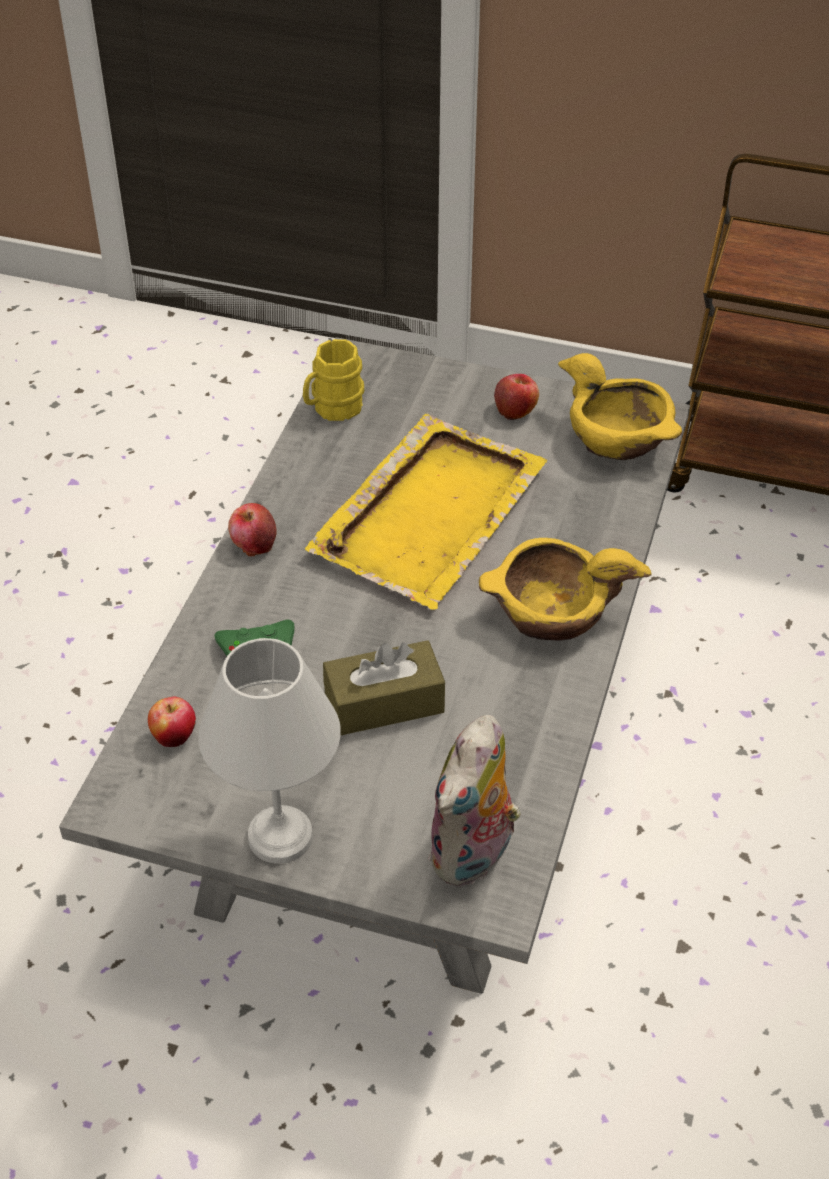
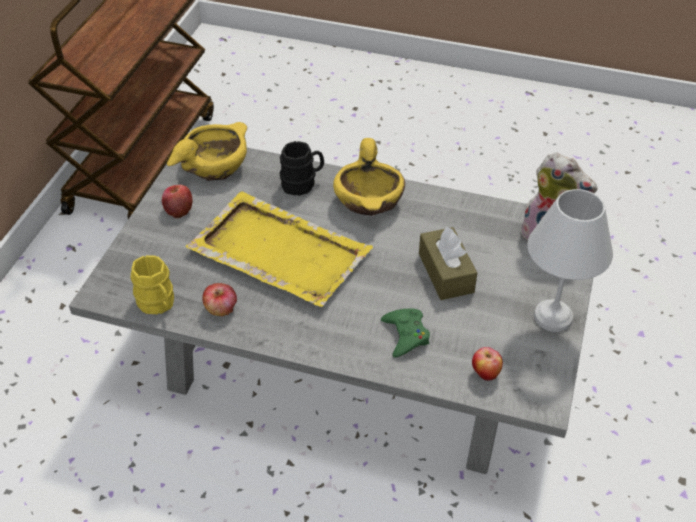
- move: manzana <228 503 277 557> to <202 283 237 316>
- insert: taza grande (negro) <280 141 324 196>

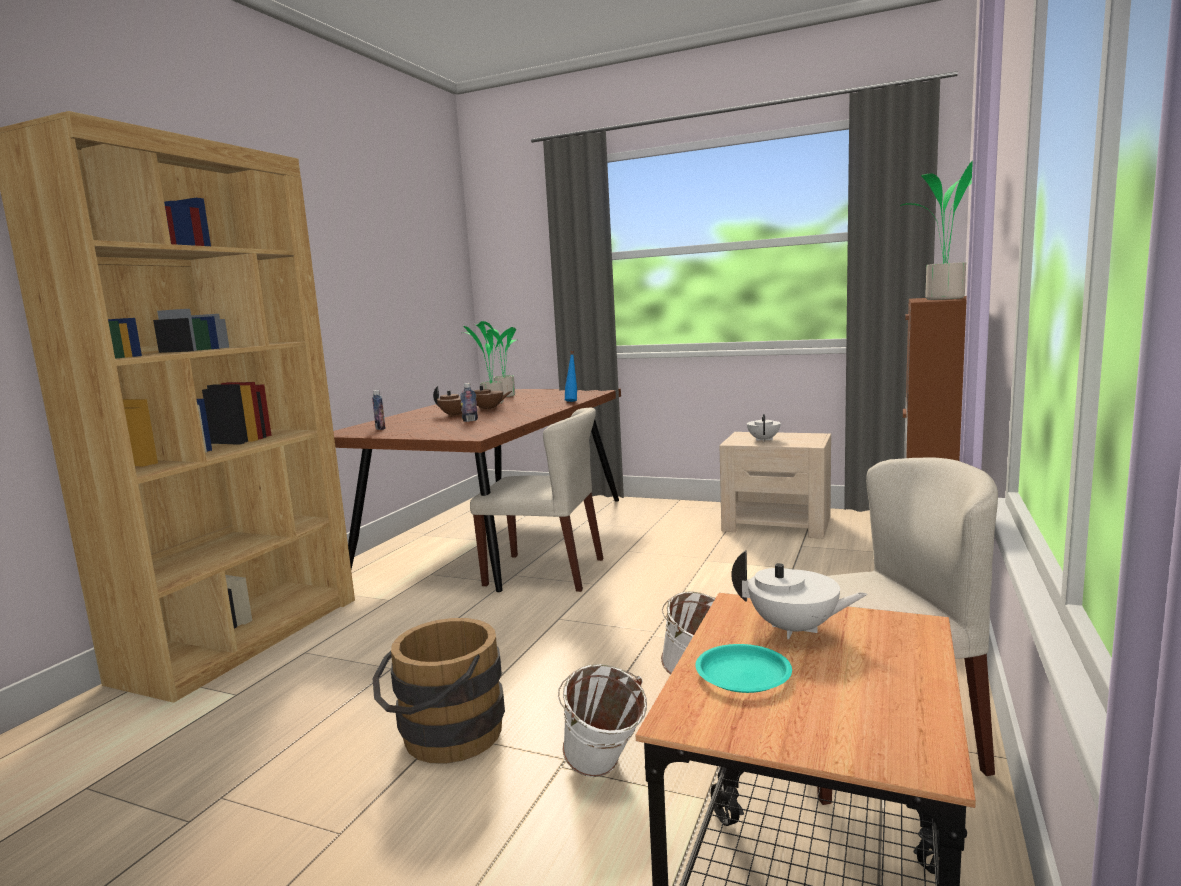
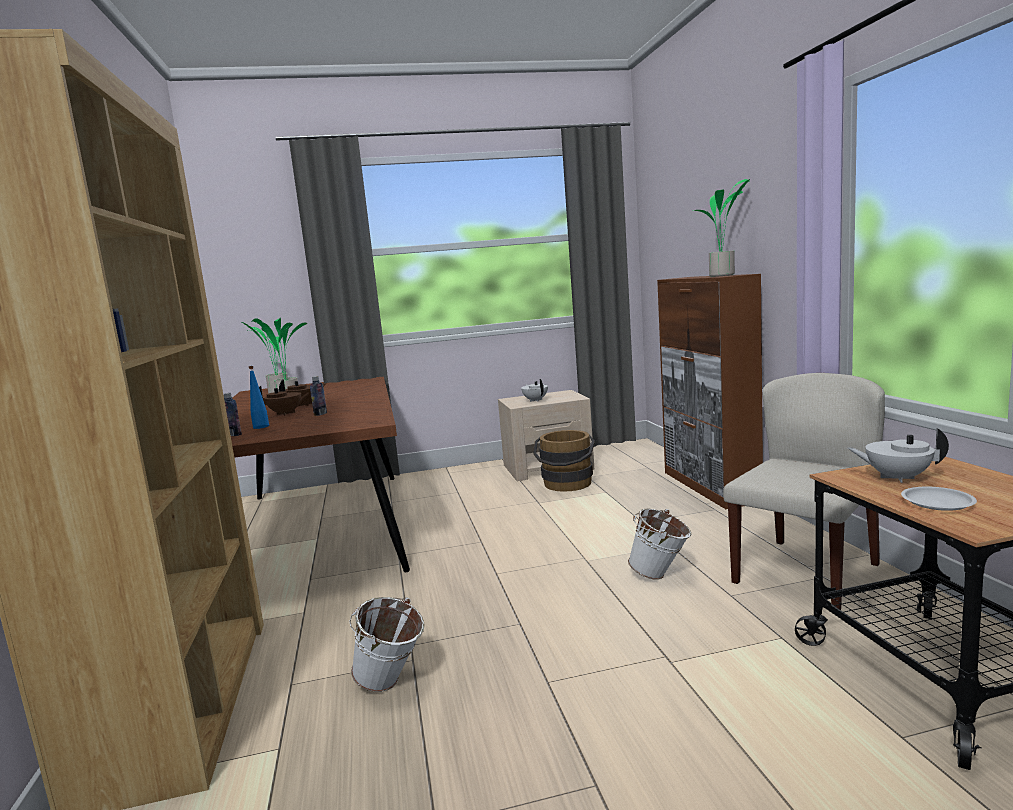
- move: botella (azul) <565 351 577 402> to <249 366 269 429>
- move: cubo (blanco) <558 664 647 777> to <349 597 424 692>
- move: cubo (marrón) <372 618 505 764> to <533 430 595 492>
- rotate: tetera (blanco) <732 550 868 639> = <848 428 949 483> 150 degrees counterclockwise
- recolor: plato (turquesa) <695 644 792 693> to plato (blanco) <901 487 977 511>
- delete: silla (beis) <470 407 604 592>

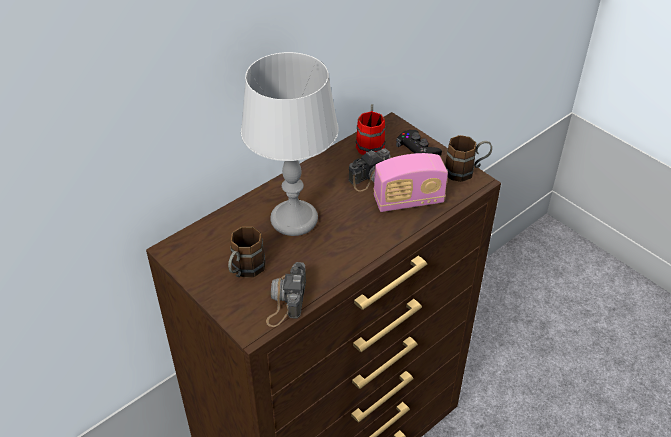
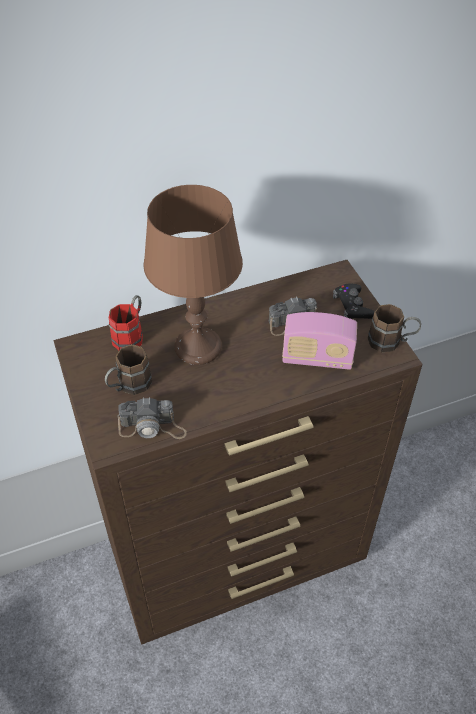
- move: taza grande (rojo) <356 104 386 155> to <109 295 143 350>
- rotate: cámara <266 262 306 327> = <118 397 187 439> 120 degrees counterclockwise
- recolor: lámpara de mesa (gris) <241 52 339 236> to lámpara de mesa (marrón) <143 185 243 365>

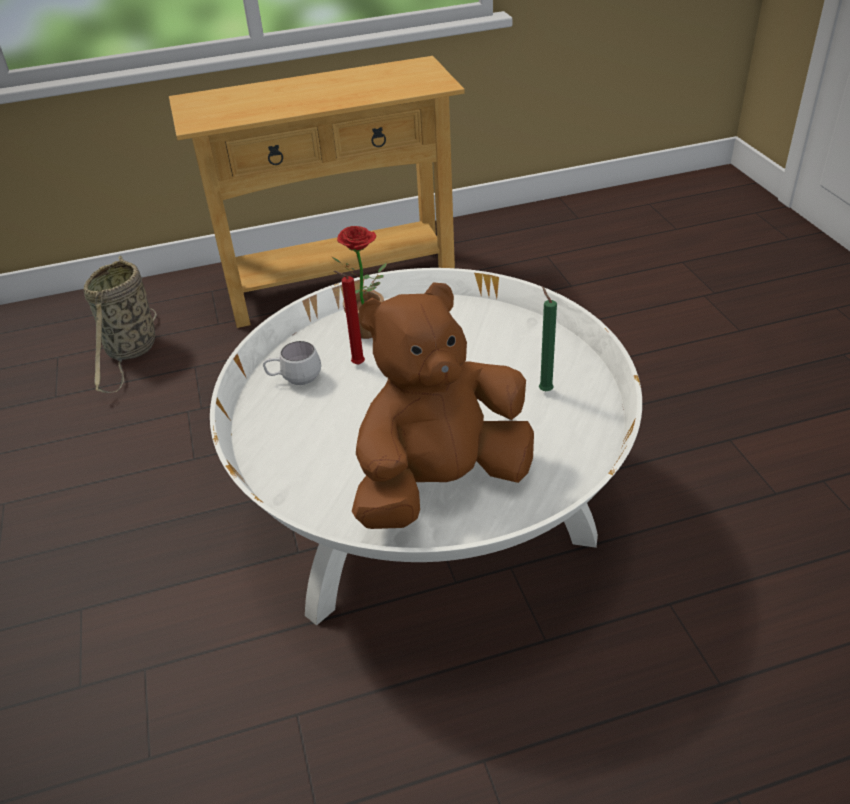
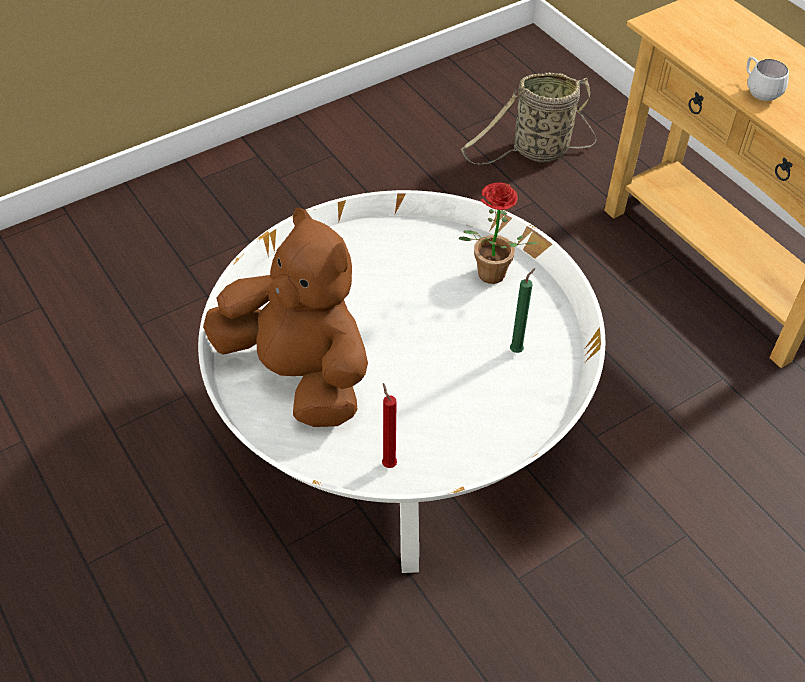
- move: vela (rojo) <334 271 365 365> to <382 383 397 468>
- move: vela (verde) <539 287 557 391> to <510 268 535 353>
- move: taza grande (blanco) <263 341 321 385> to <746 57 789 101>

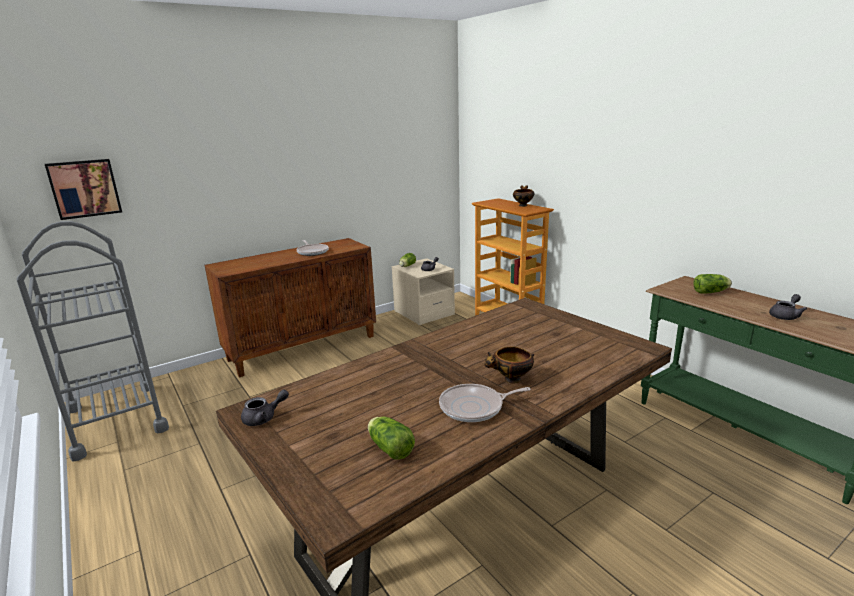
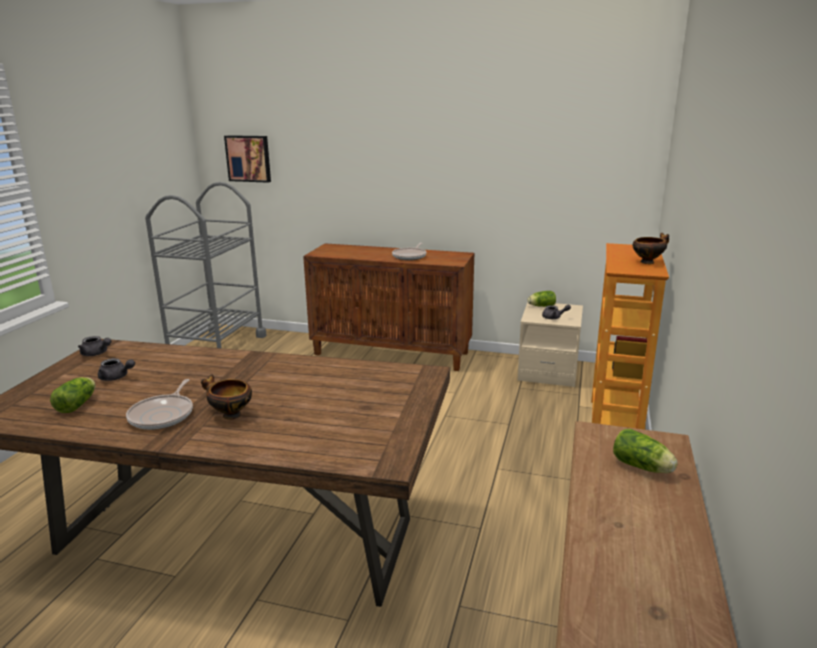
- move: tetera (gris) <769 294 807 320> to <98 358 135 381>
- rotate: sartén <439 384 531 422> = <126 379 193 430> 120 degrees counterclockwise

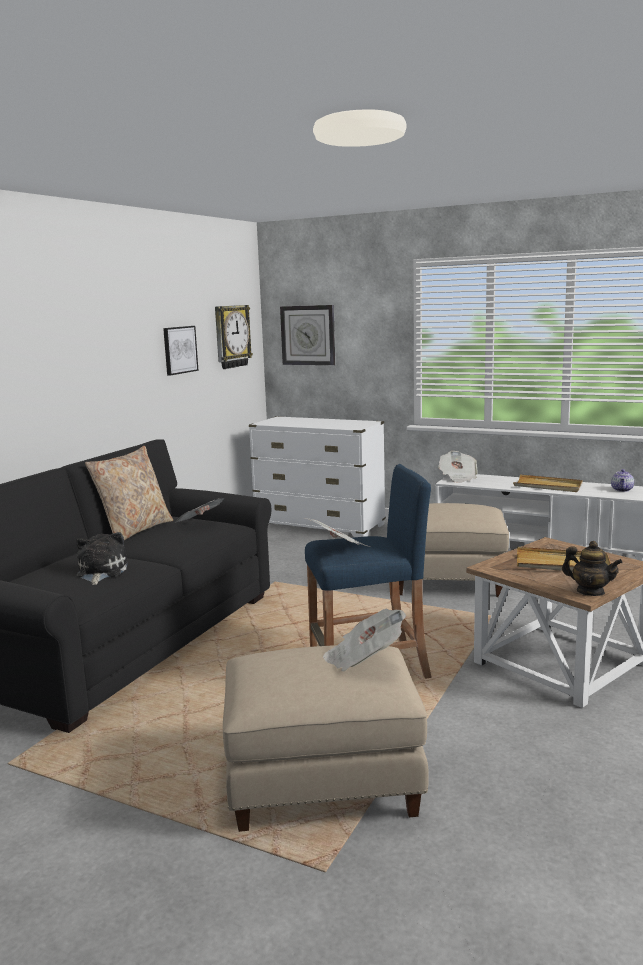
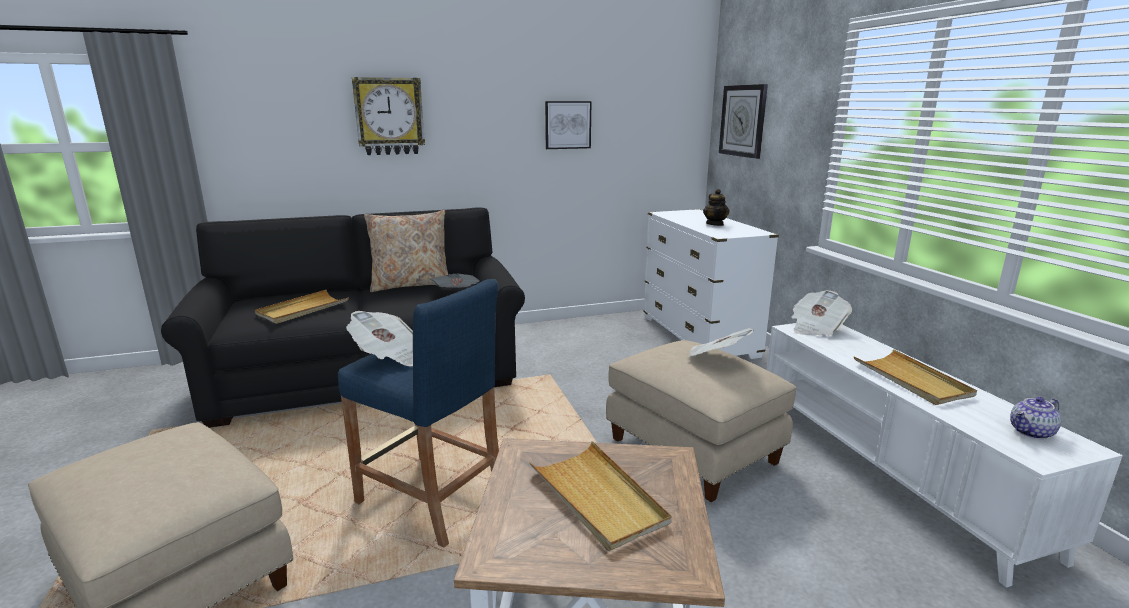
- replace: peluche <76 532 128 585> to bandeja (beis) <255 290 349 324>
- move: reloj de pared <215 305 253 369> to <352 77 425 155>
- move: periódico <323 609 406 671> to <688 328 754 357>
- move: tetera <562 541 623 596> to <703 189 729 226>

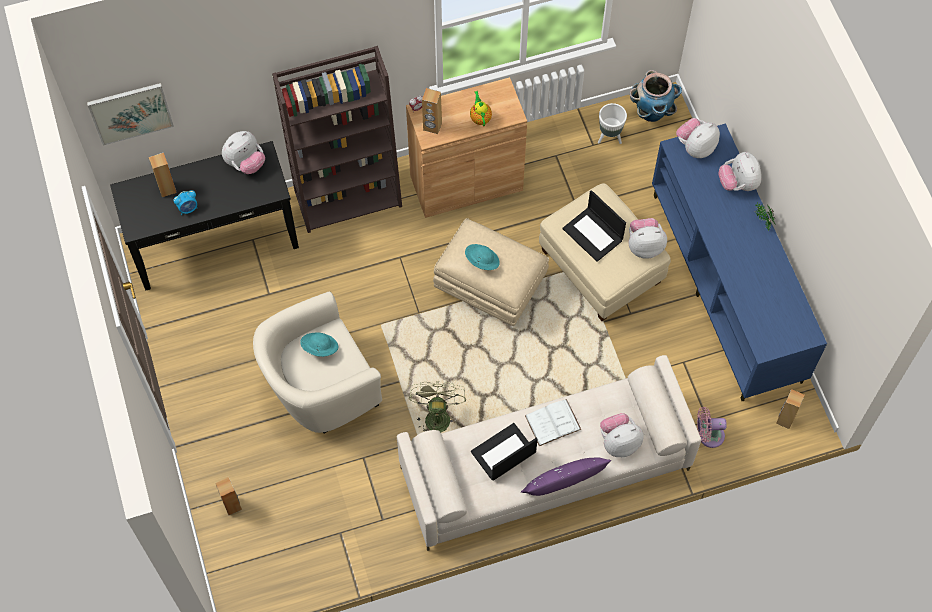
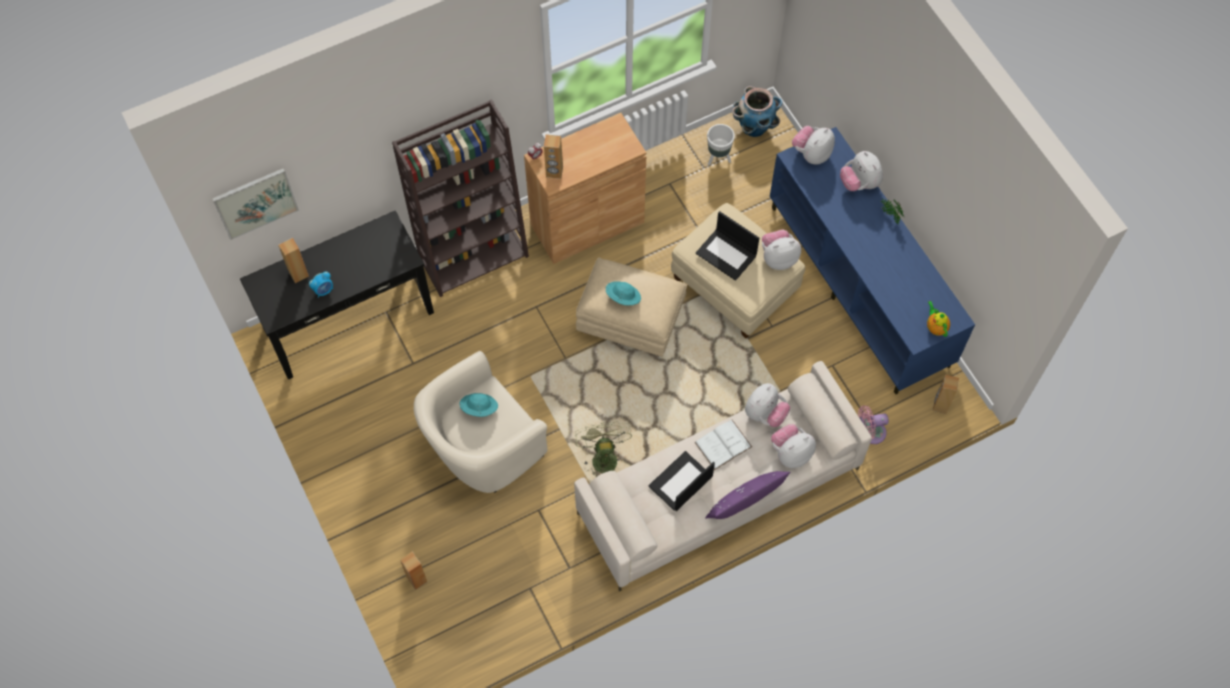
- move: peluche <222 131 265 174> to <745 383 790 427>
- move: tetera <470 91 492 126> to <927 301 950 337>

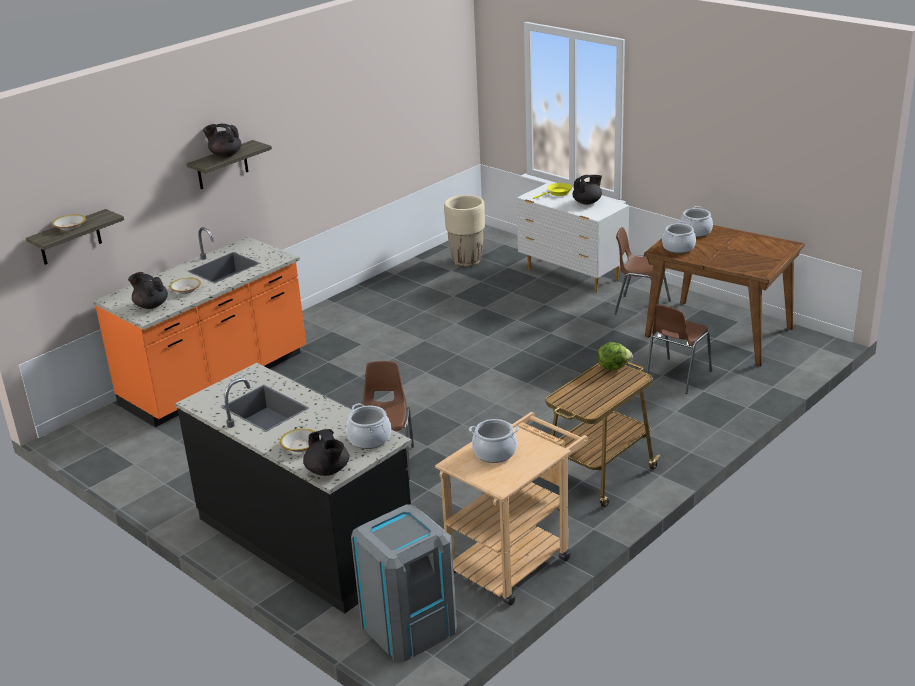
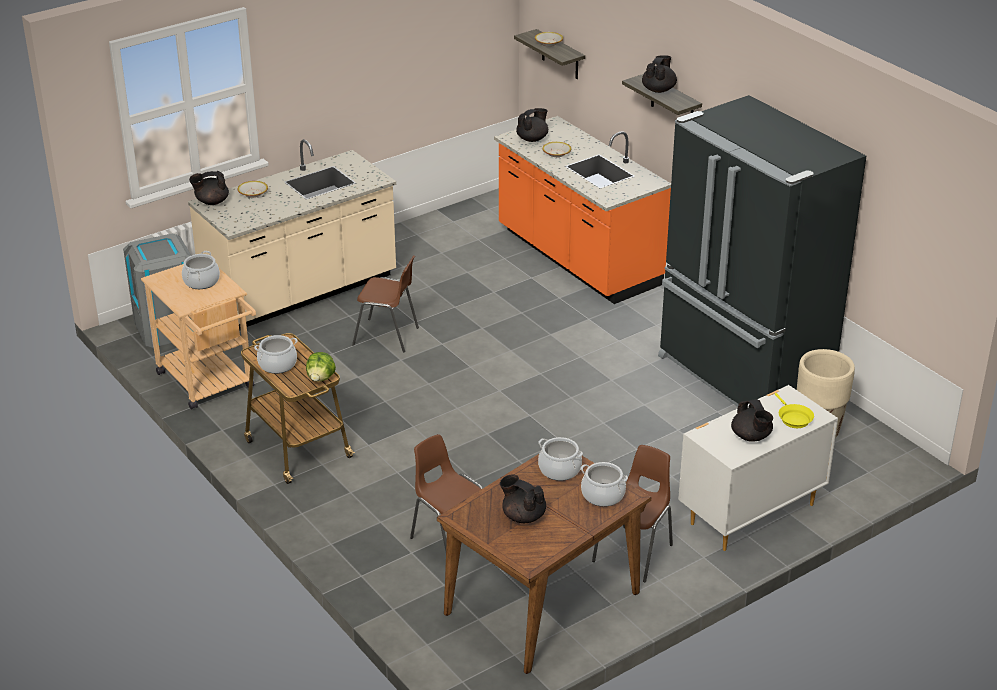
- recolor: mueble bajo de cocina (negro) <176 363 412 613> to mueble bajo de cocina (beis) <188 139 396 330>
- move: olla <346 403 391 449> to <254 335 298 374>
- insert: tetera (negro) <500 475 546 523>
- insert: nevera (negro) <658 95 866 407>

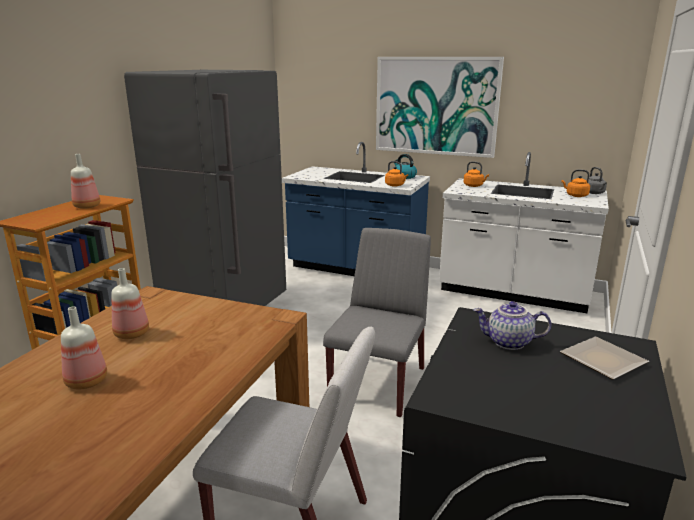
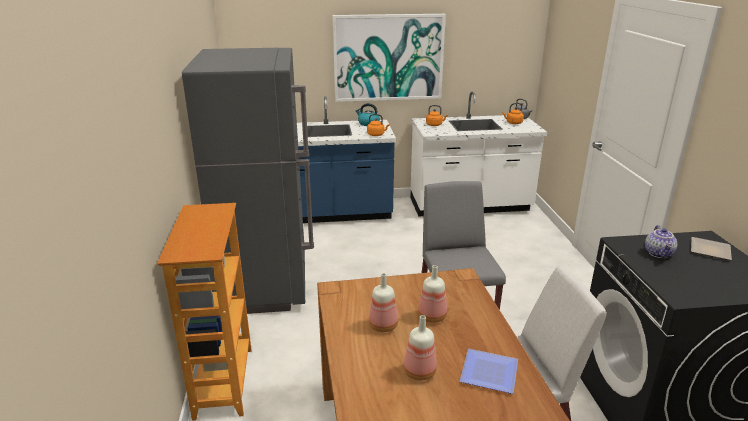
- move: botella <71 154 100 209> to <418 265 447 323>
- insert: plato <460 349 518 394>
- rotate: tetera <473 301 551 350> = <645 225 677 258> 60 degrees counterclockwise

